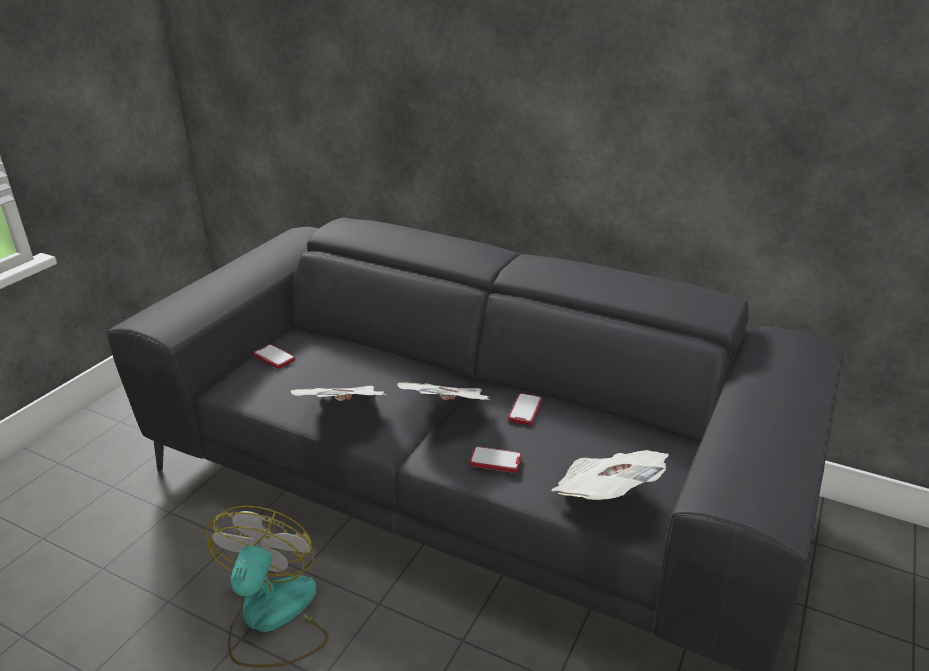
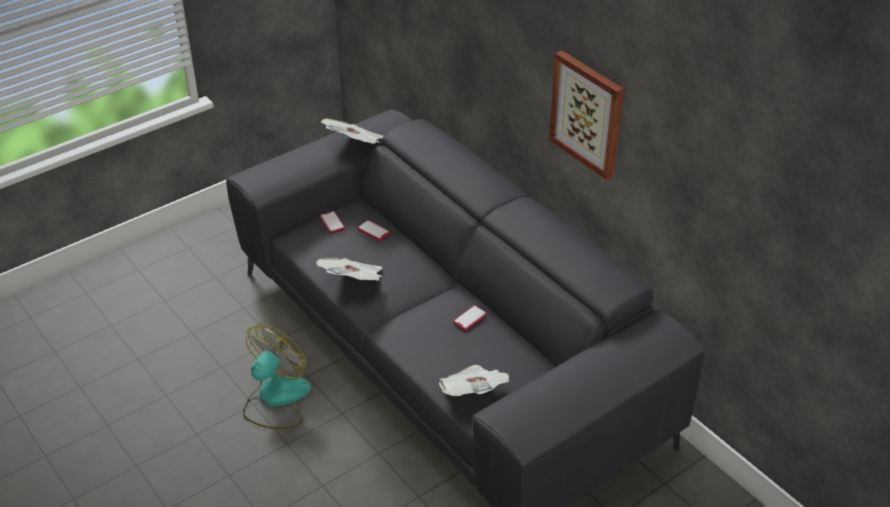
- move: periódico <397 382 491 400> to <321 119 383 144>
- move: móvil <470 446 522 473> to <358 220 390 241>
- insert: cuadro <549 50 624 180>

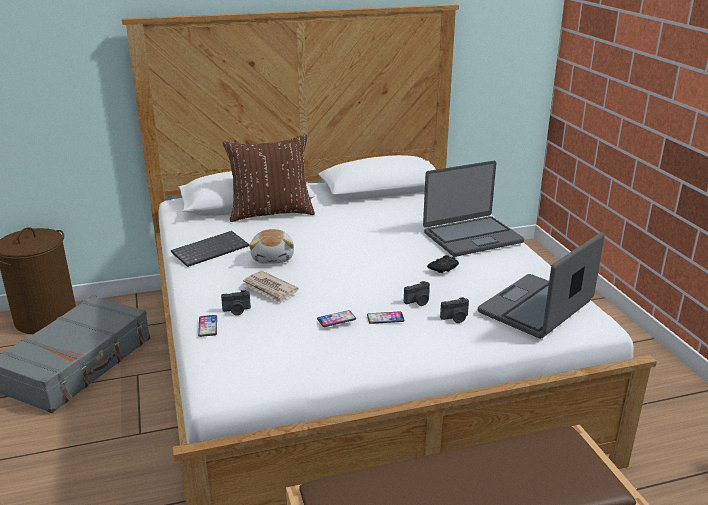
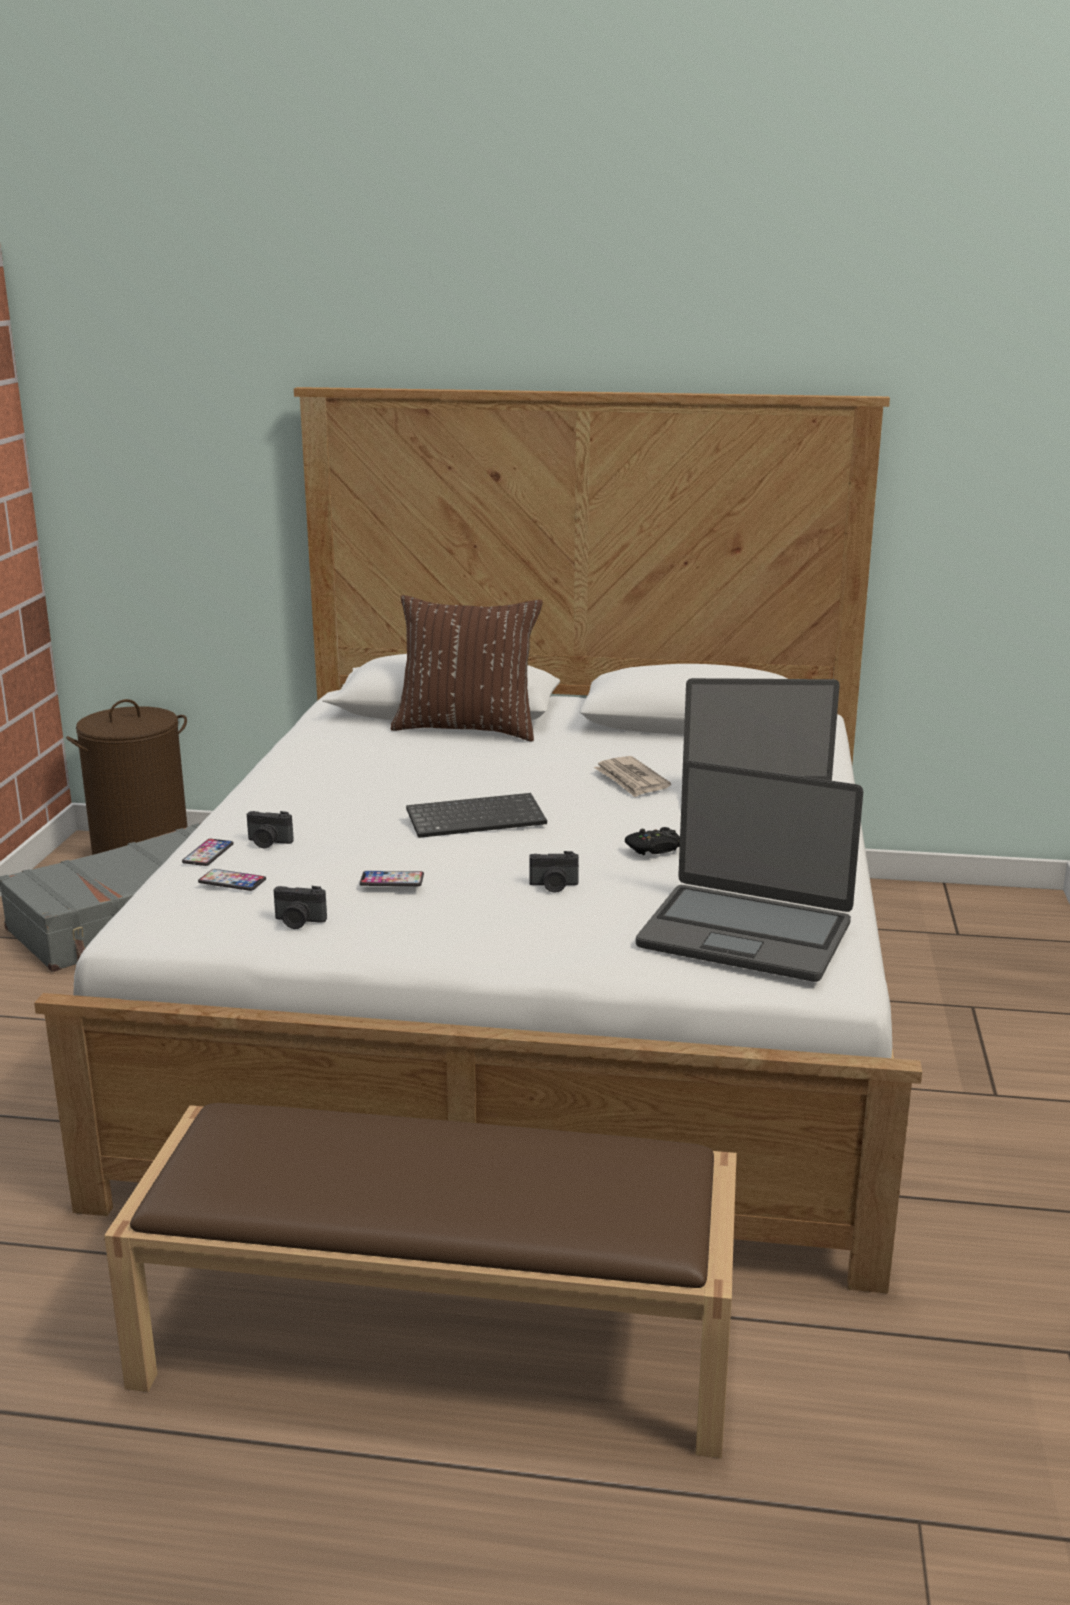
- move: móvil <367 311 404 324> to <198 869 266 891>
- move: cámara <440 297 469 323> to <274 886 327 929>
- move: teclado <171 231 249 267> to <406 793 547 838>
- move: periódico <242 271 299 303> to <594 756 671 798>
- rotate: portátil <478 232 605 339> = <636 760 863 982> 135 degrees counterclockwise
- delete: peluche <249 229 294 264>

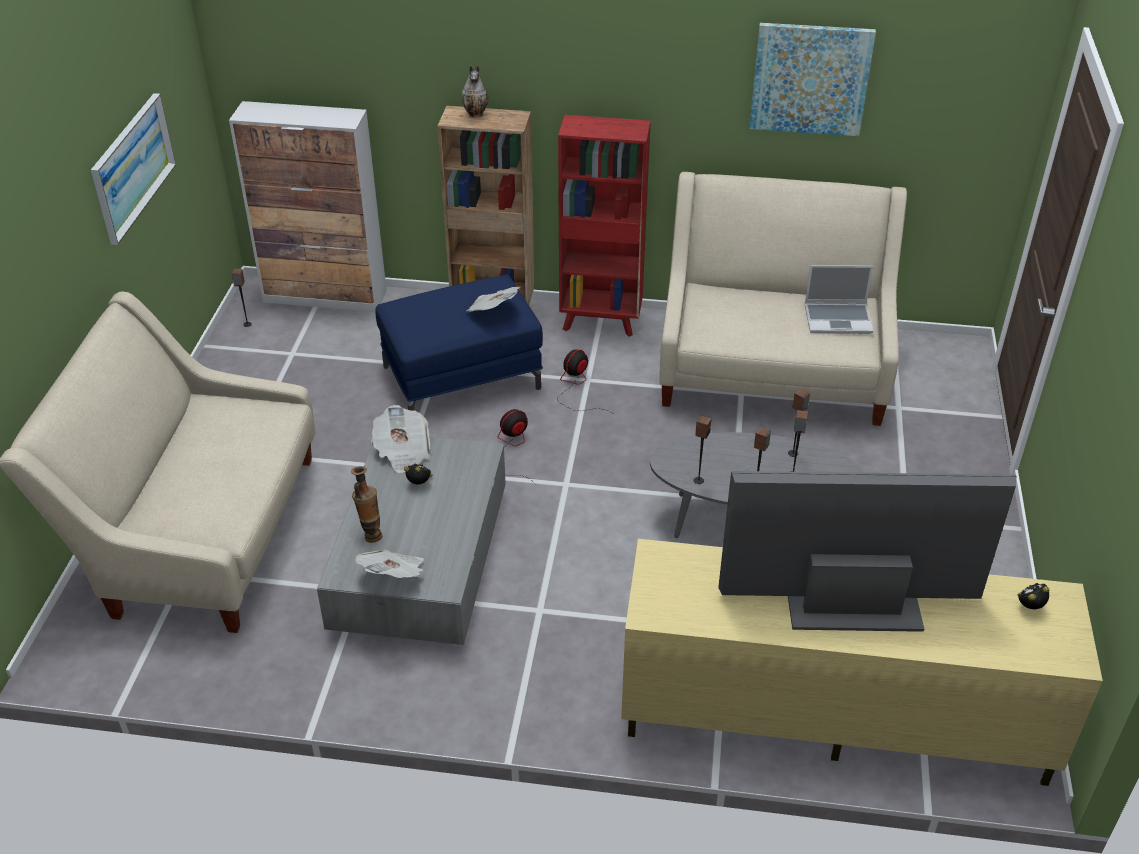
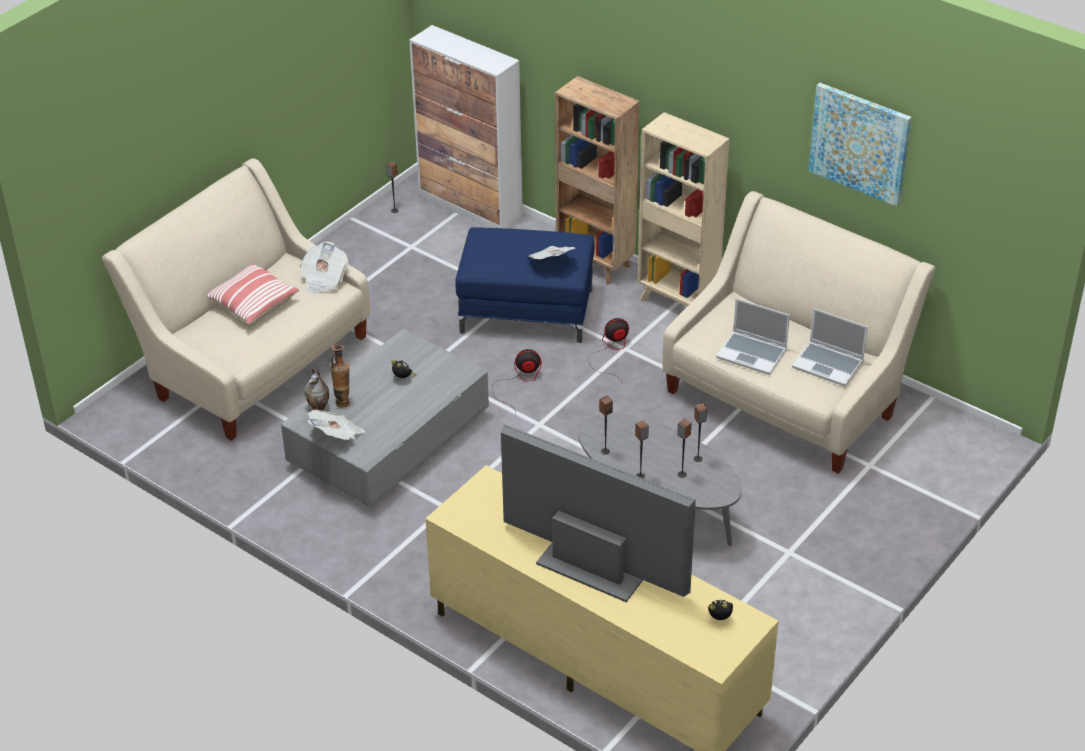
- insert: cojín <206 263 299 325>
- move: periódico <371 405 430 473> to <300 242 348 294>
- move: florero <461 65 489 118> to <304 368 329 411>
- recolor: estantería (rojo) <558 115 651 337> to estantería (beis) <638 112 730 307>
- insert: portátil <716 298 790 375>
- delete: cuadro <91 93 176 245>

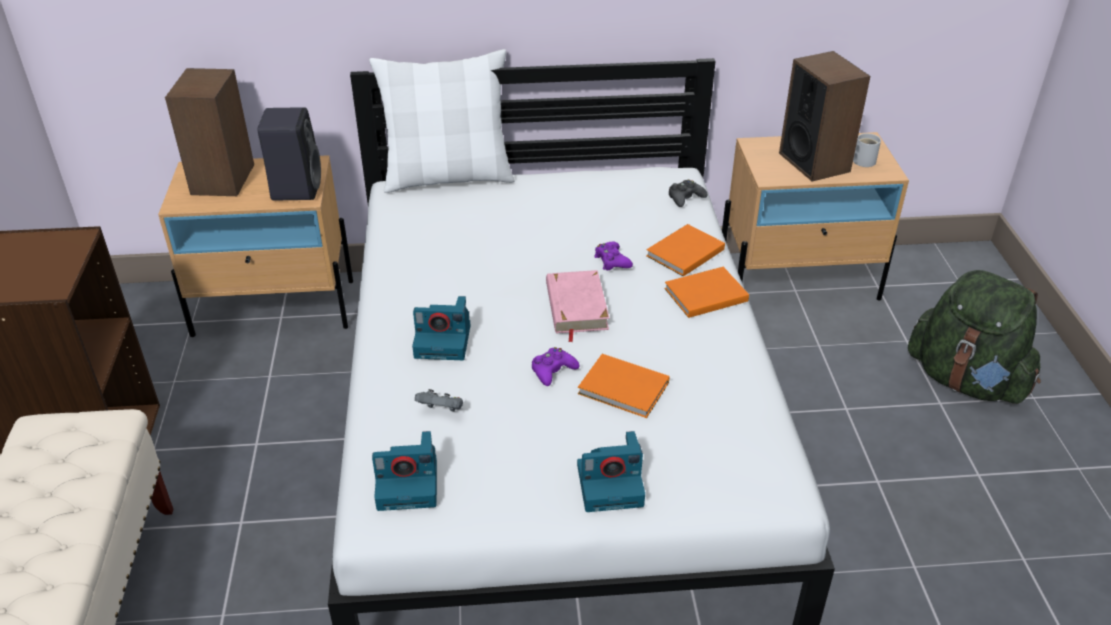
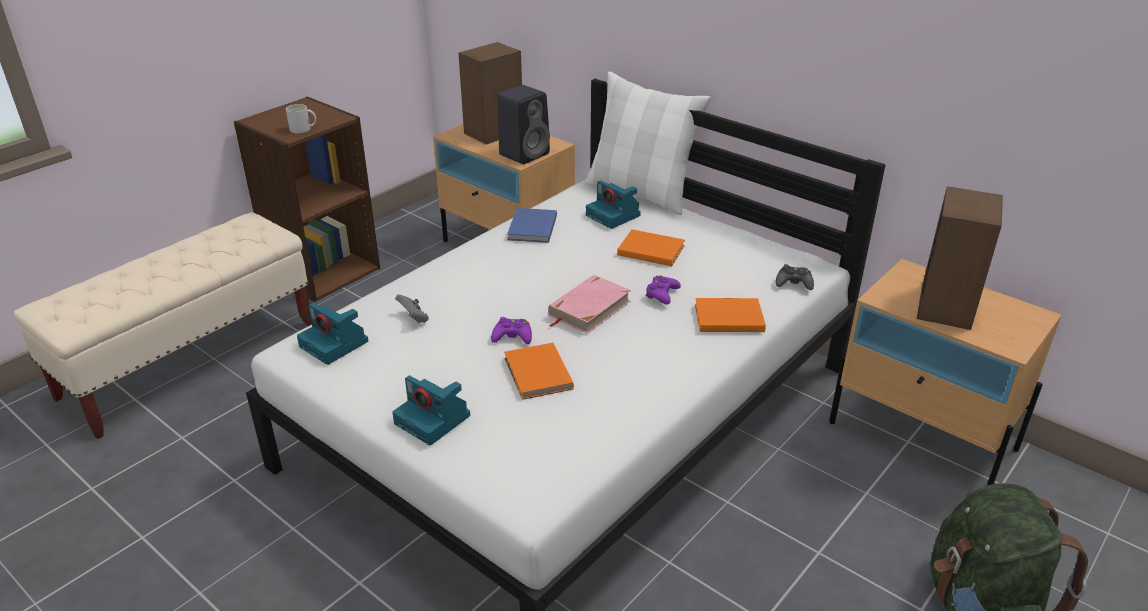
- move: taza grande (blanco) <853 133 881 167> to <286 104 316 133>
- insert: libro (azul) <507 208 557 243>
- move: cámara <412 296 471 360> to <586 180 641 229>
- move: libro (naranja) <664 267 749 318> to <617 229 685 266>

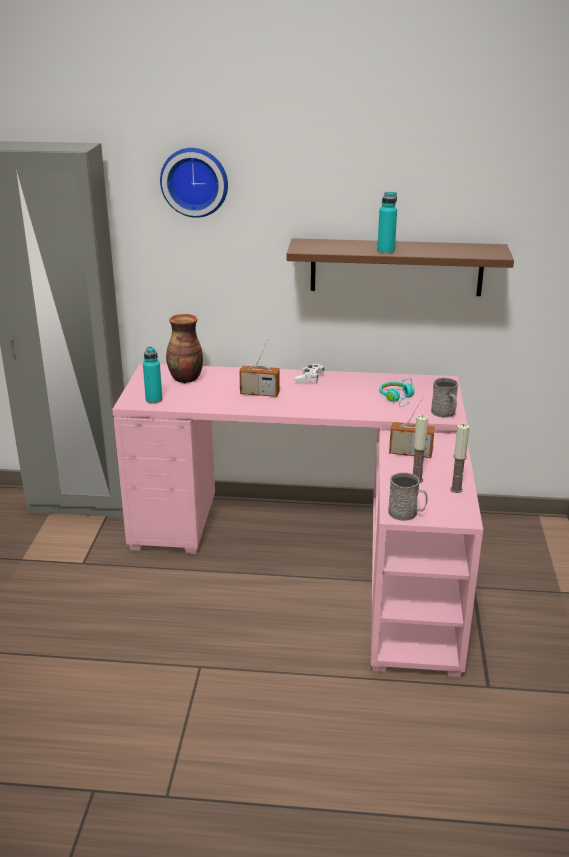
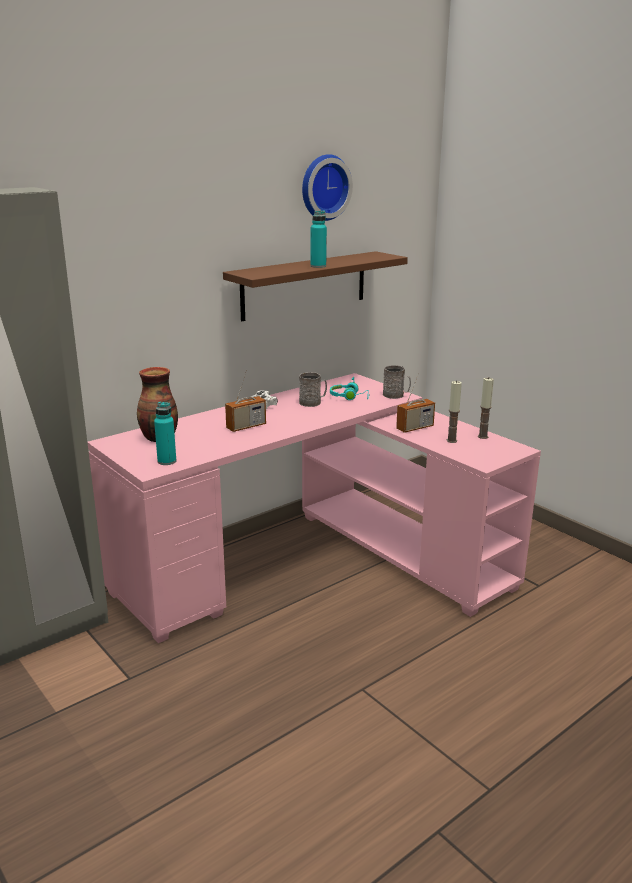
- move: taza grande (gris) <388 472 428 521> to <299 372 327 407>
- move: reloj de pared <160 148 228 218> to <302 154 353 221>

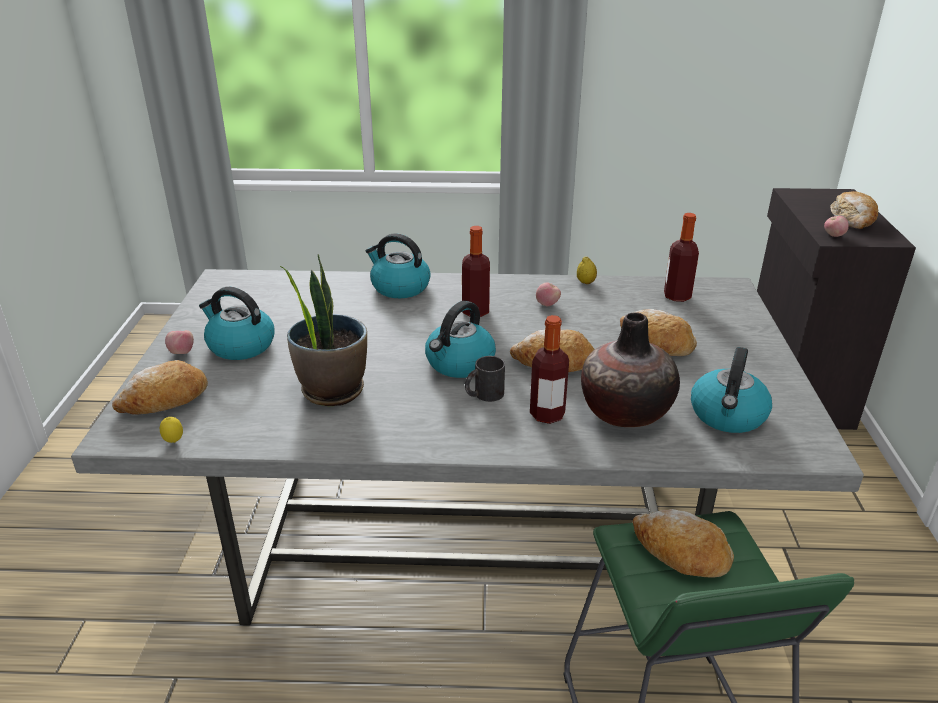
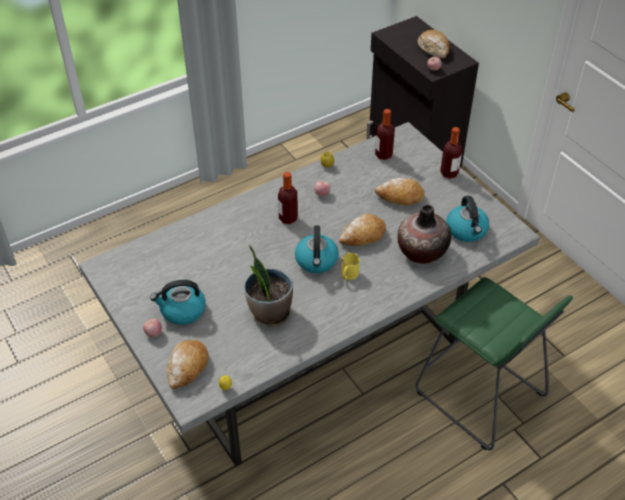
- recolor: taza grande (negro) <465 356 505 402> to taza grande (amarillo) <342 253 360 280>
- move: botella <530 315 569 424> to <440 127 462 179>
- delete: hervidor <366 233 431 298>
- delete: pan <633 509 734 577>

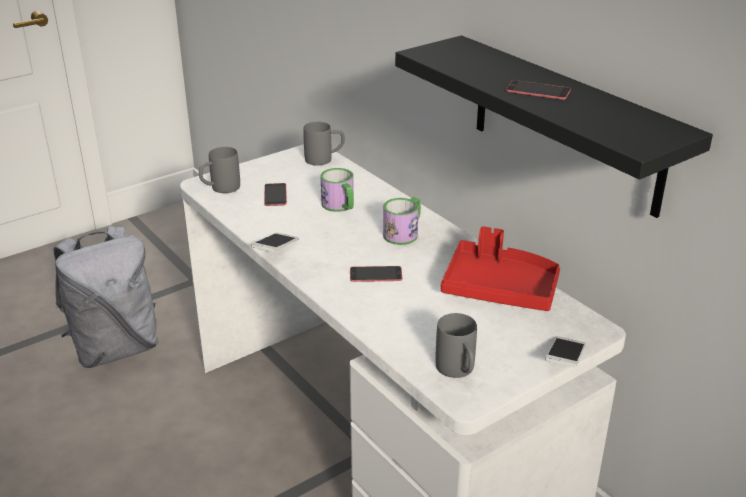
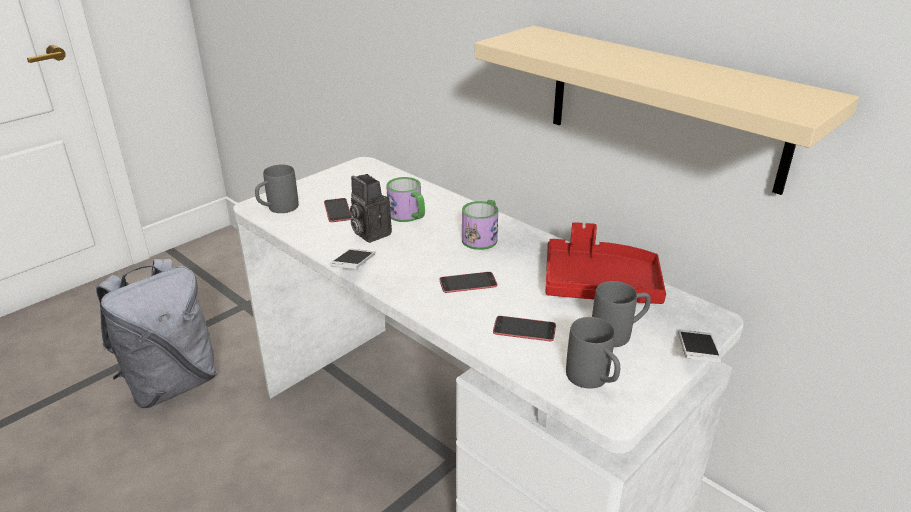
- insert: cámara <350 174 392 243>
- recolor: estante (negro) <395 35 713 218> to estante (beis) <475 26 859 195>
- move: móvil <506 80 571 100> to <493 316 556 341>
- move: taza grande (gris) <303 122 345 166> to <592 281 651 347>

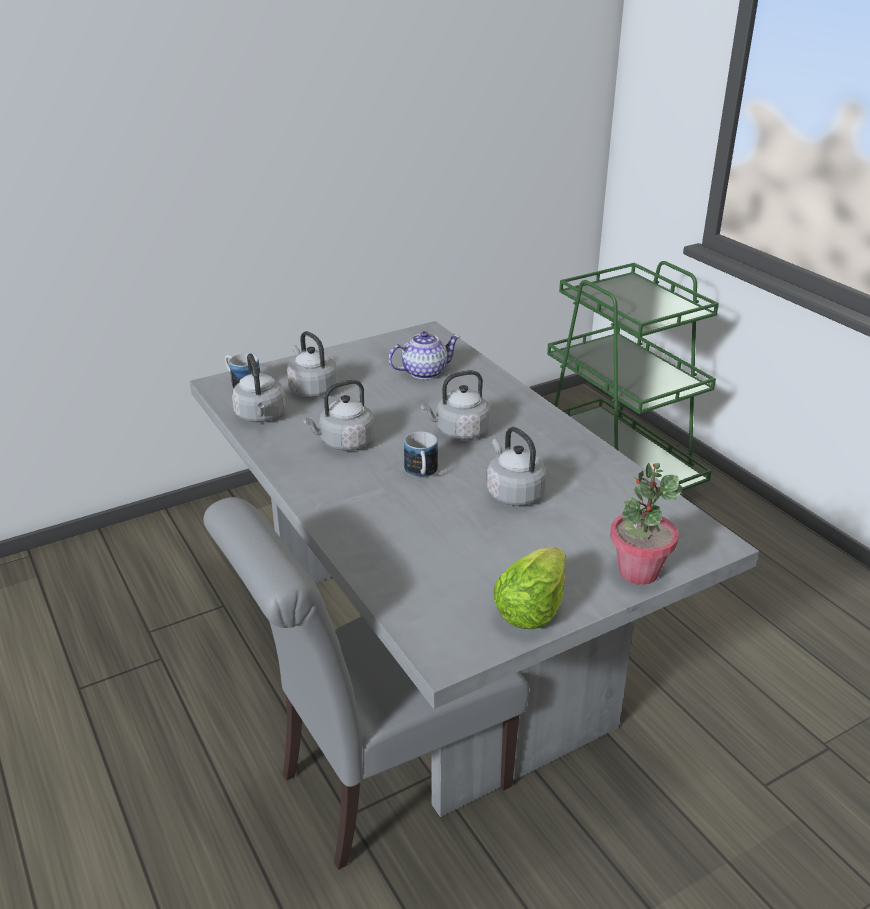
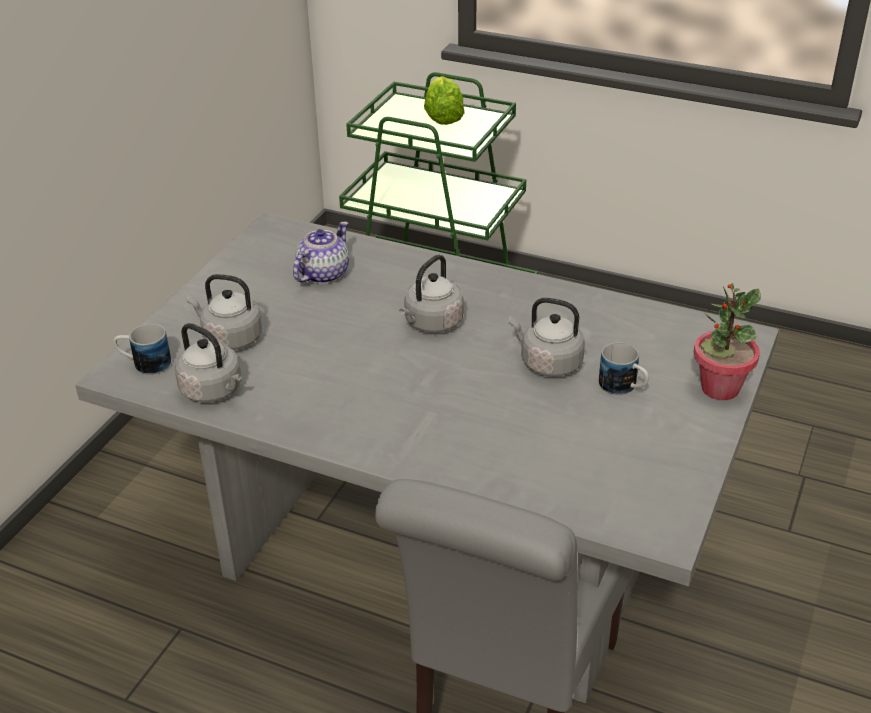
- move: lechuga <493 547 566 629> to <424 76 465 125>
- move: taza grande <404 431 438 478> to <599 342 649 395>
- delete: hervidor (gris) <303 380 374 451>

